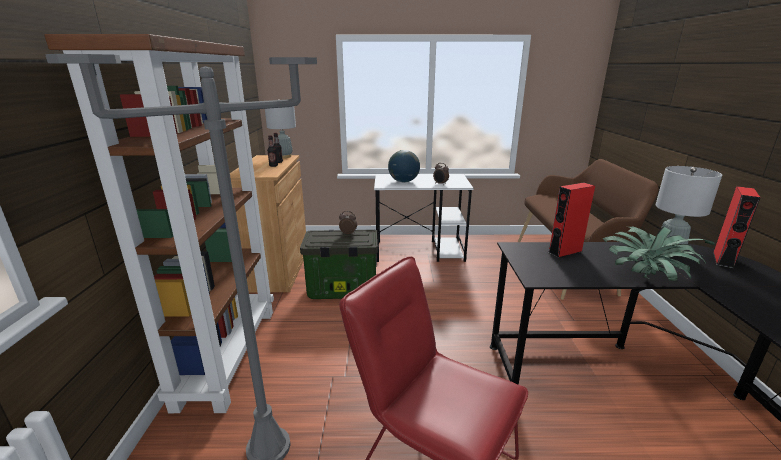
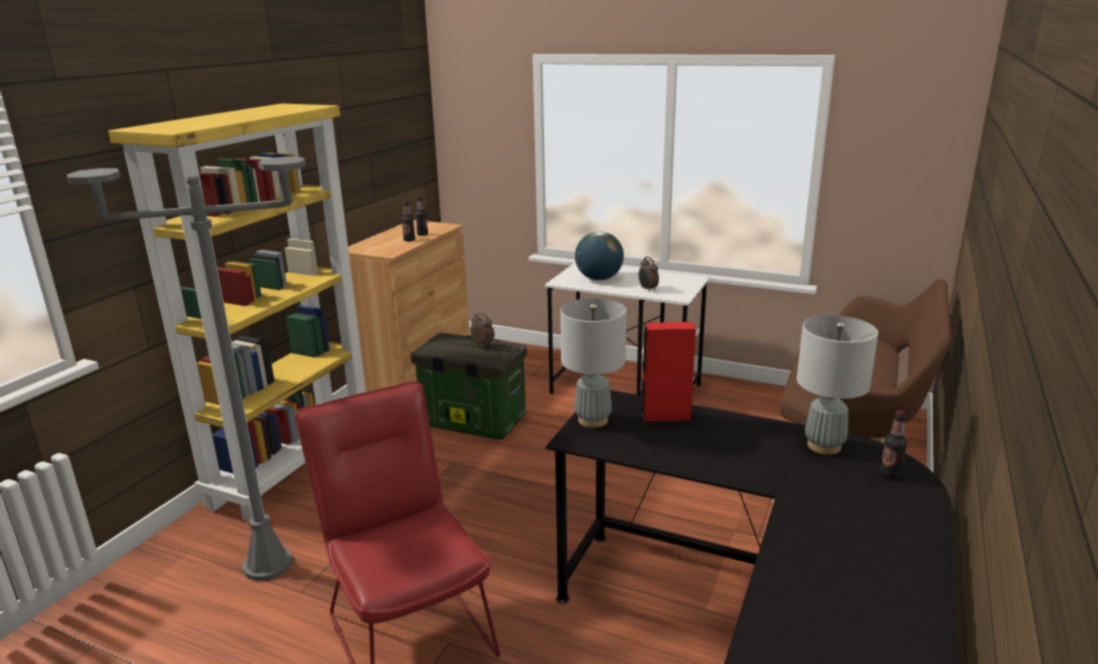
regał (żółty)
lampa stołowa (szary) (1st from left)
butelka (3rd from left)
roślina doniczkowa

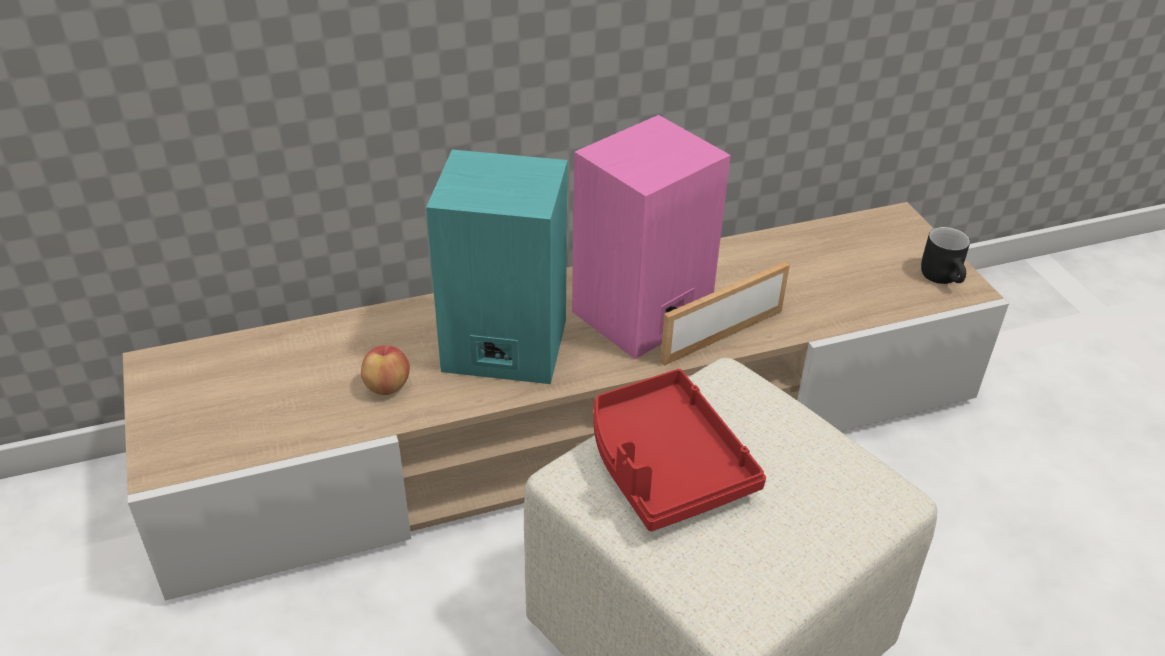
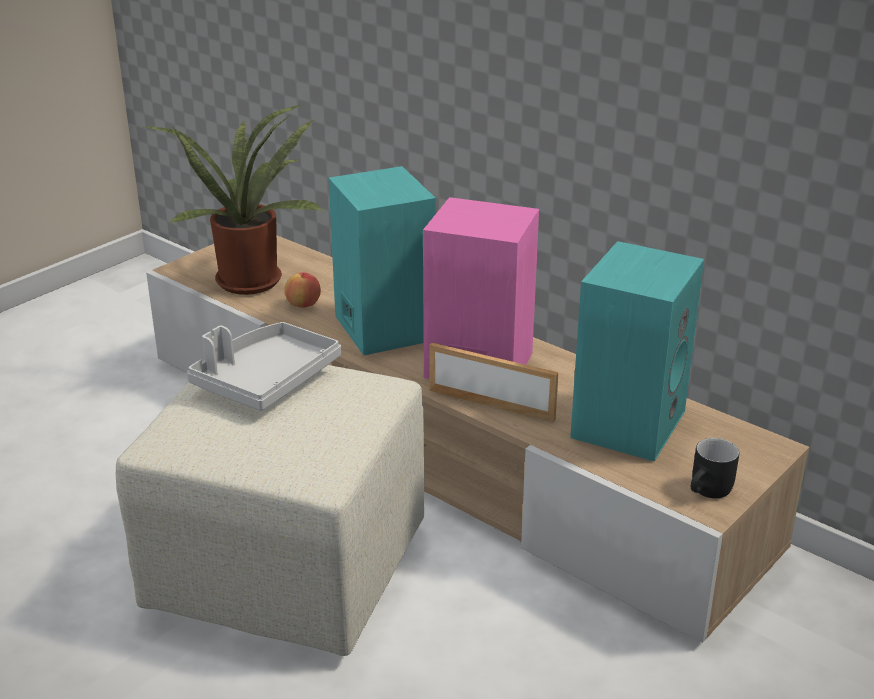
roślina doniczkowa
taca (szary)
głośnik (turkusowy) (2nd from left)

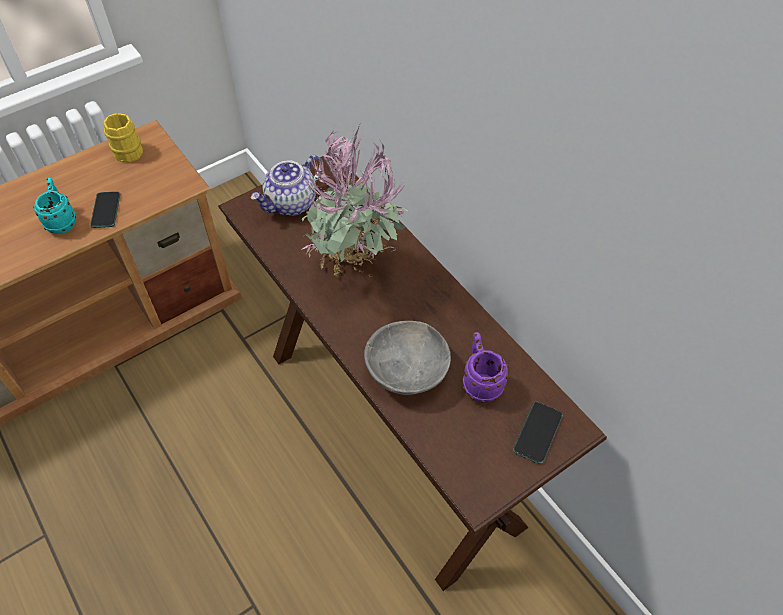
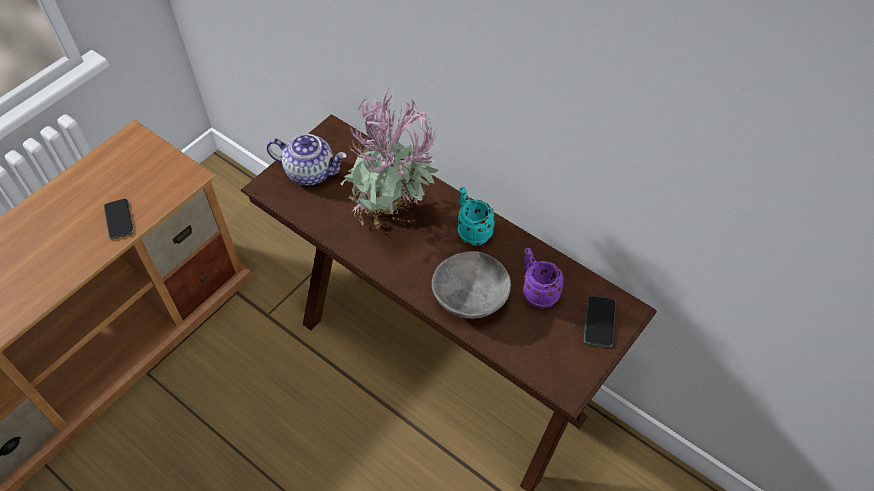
imbryk
kubek (turkusowy)
kubek (żółty)

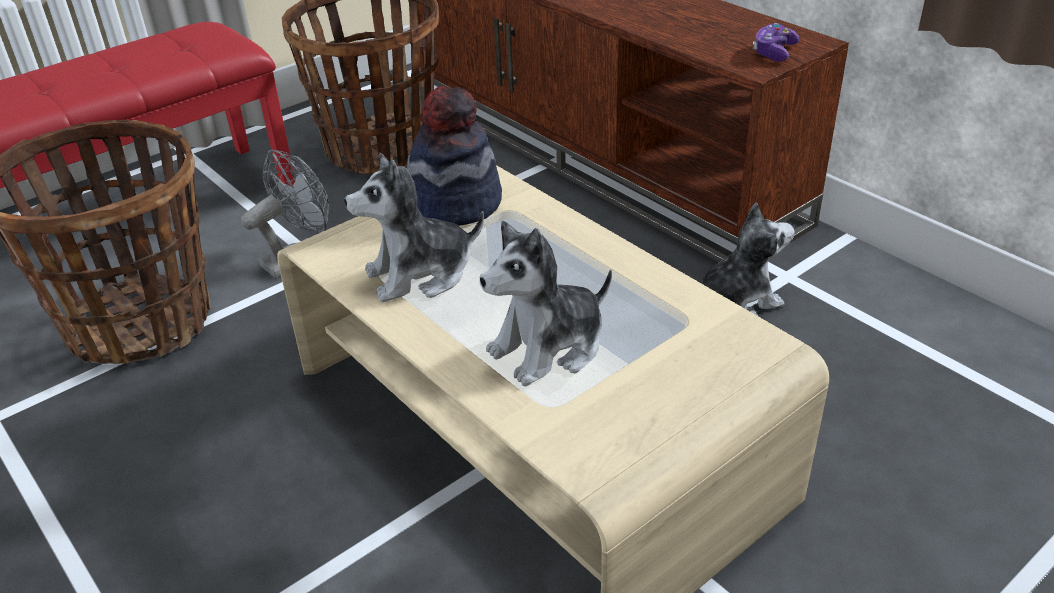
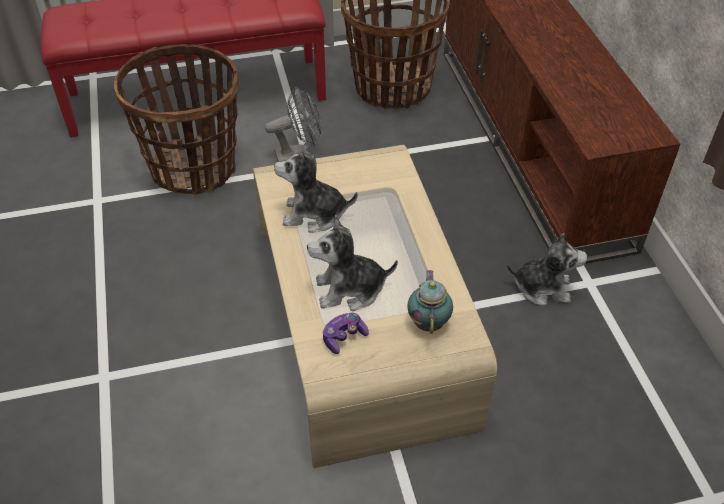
pad do gier
imbryk
kapelusz

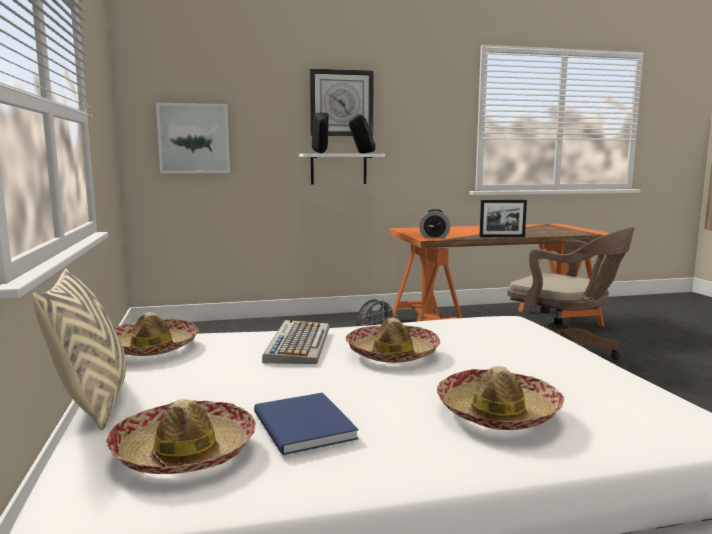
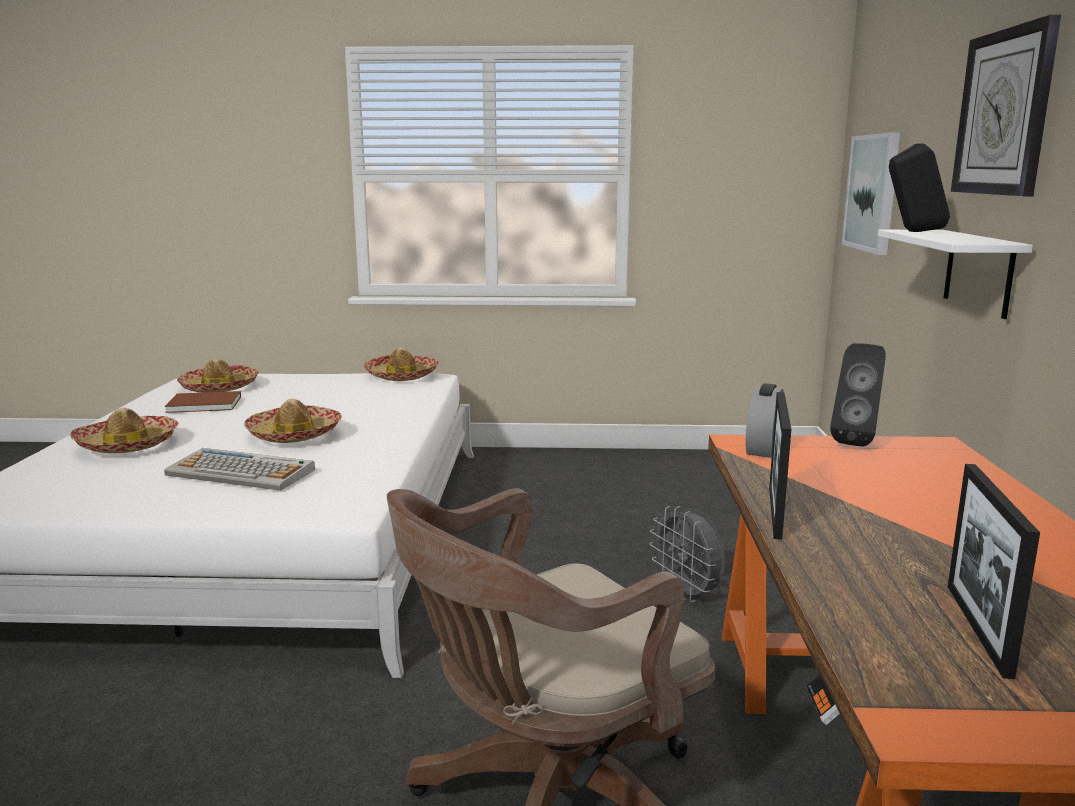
klawiatura
książka (brązowy)
głośnik (czarny) (1st from left)
ramka na zdjęcie (2nd from left)
poduszka (beżowy)

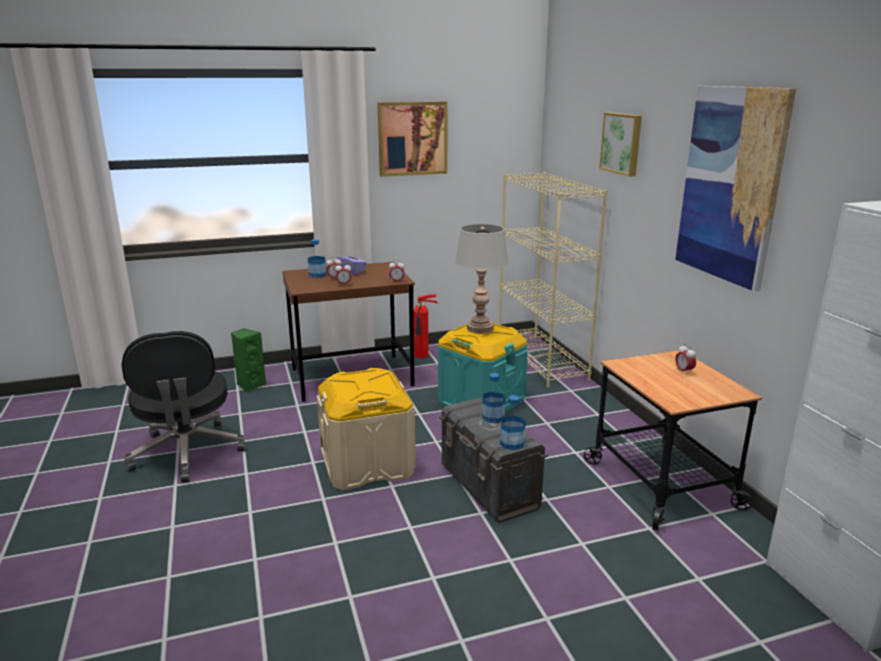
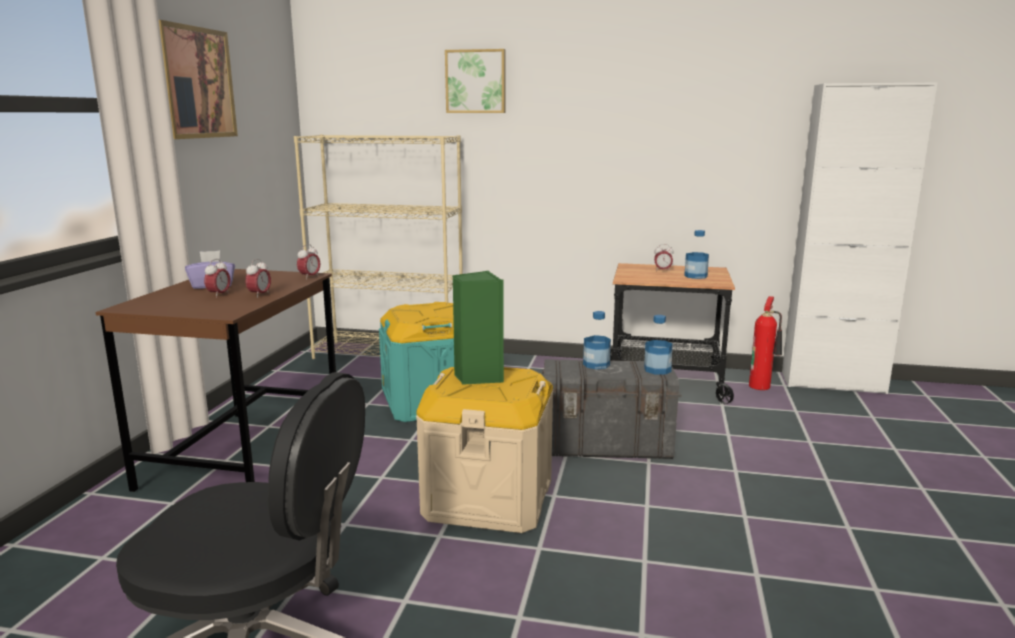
głośnik (zielony)
butelka (3rd from left)
gaśnica
lampa stołowa (szary)
obraz (3rd from left in the first image)

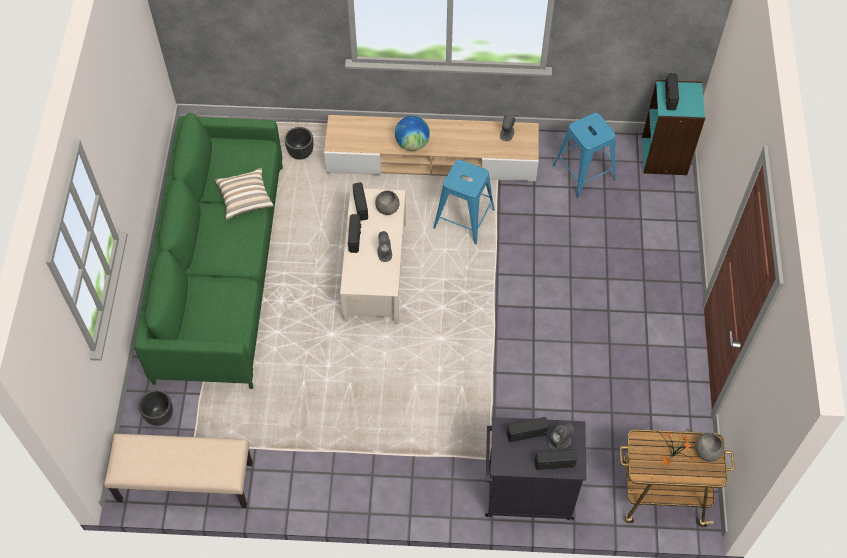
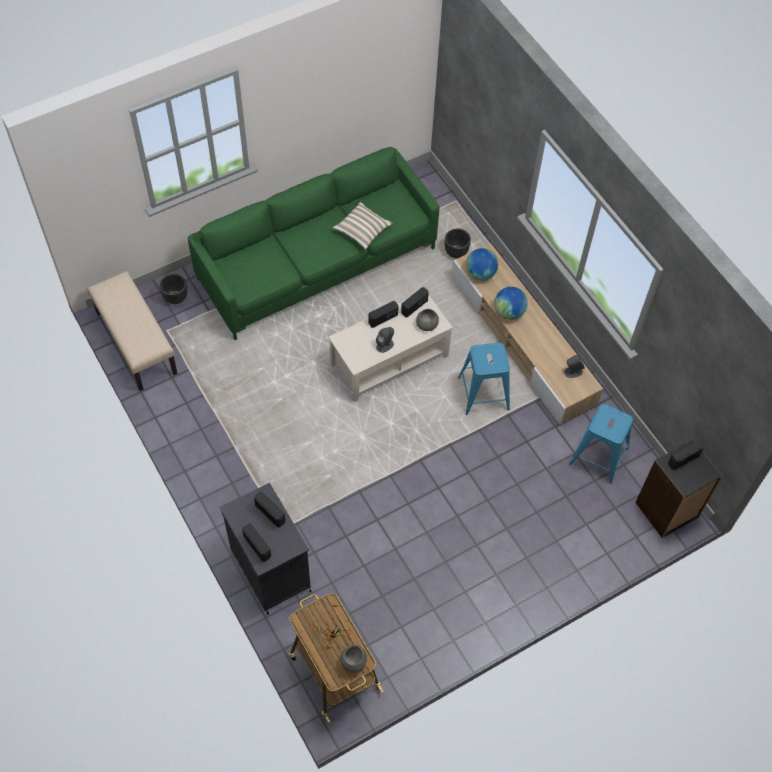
globus (1st from left)
regał (czarny)
głośnik (szary) (3rd from left in the first image)

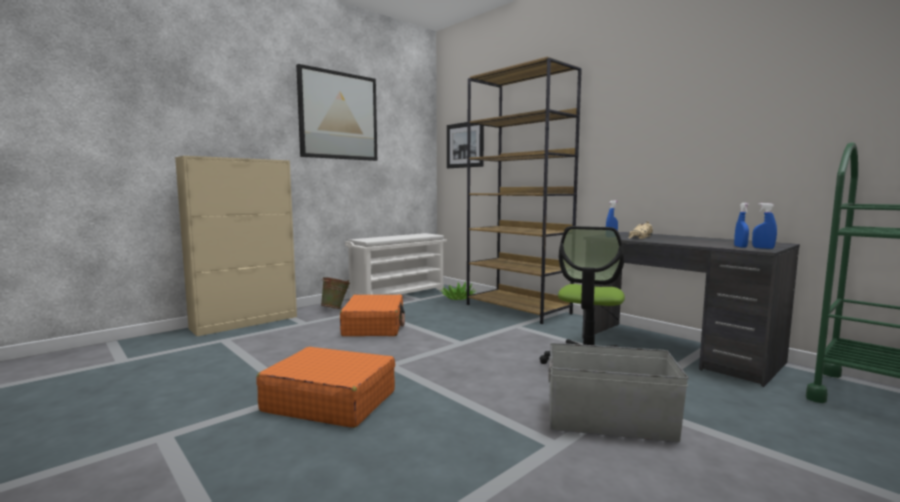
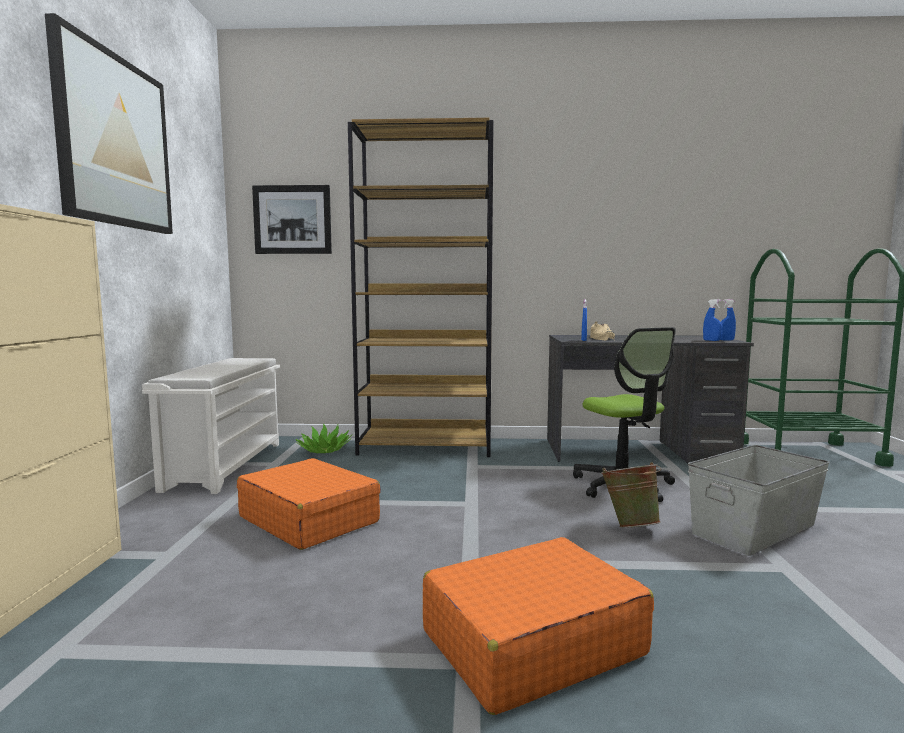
wiadro (zielony)

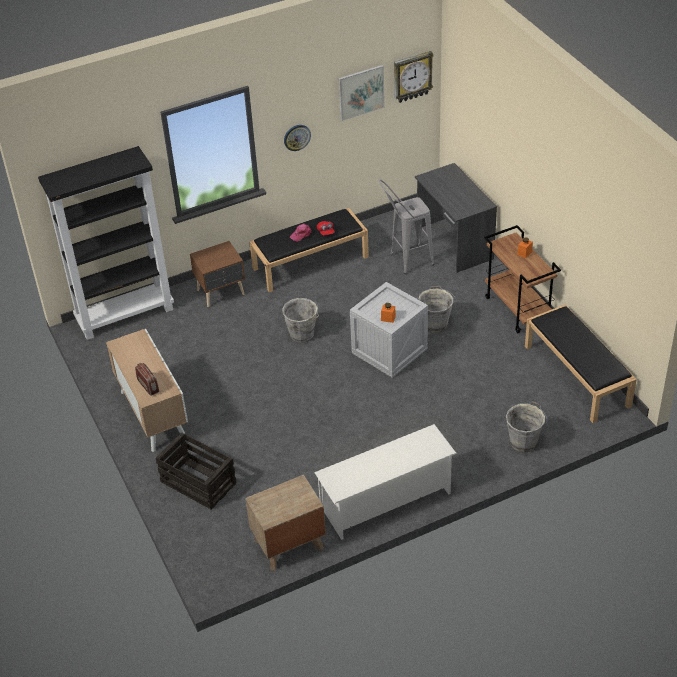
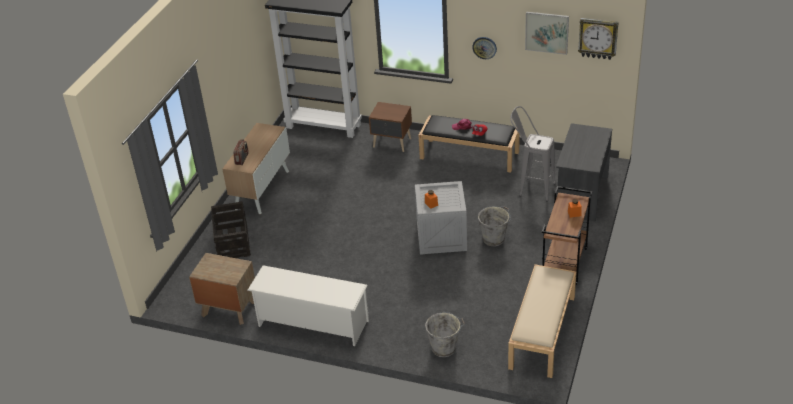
ławka (beżowy)
wiadro (szary) (1st from left in the first image)

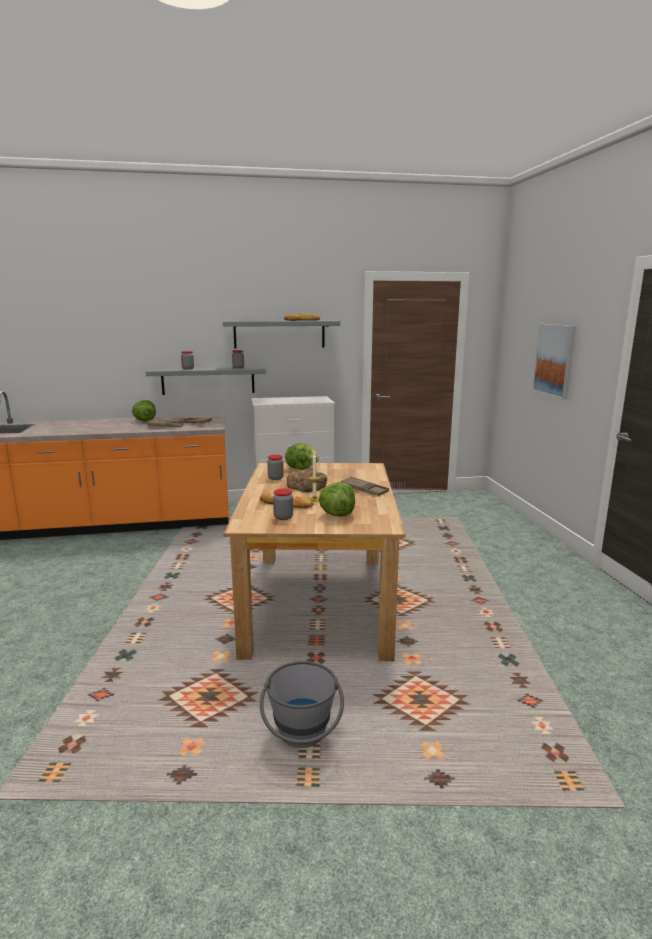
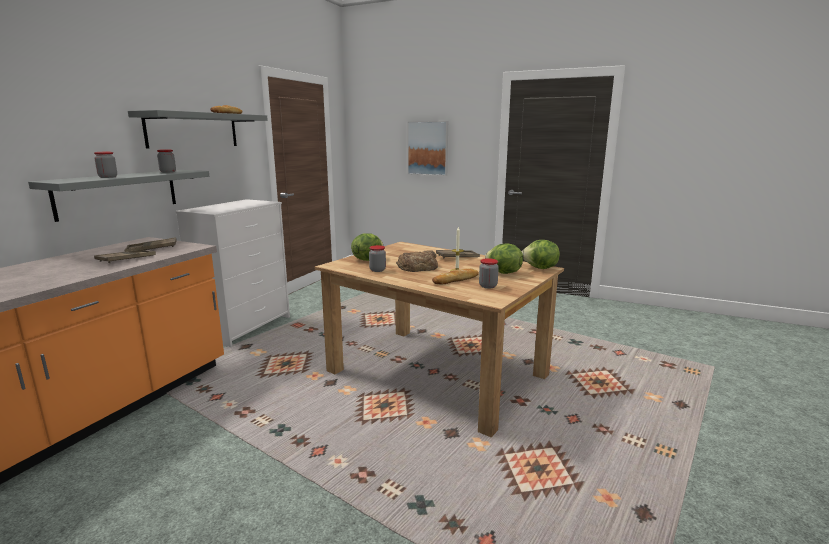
sałata (3rd from left)
wiadro (szary)

